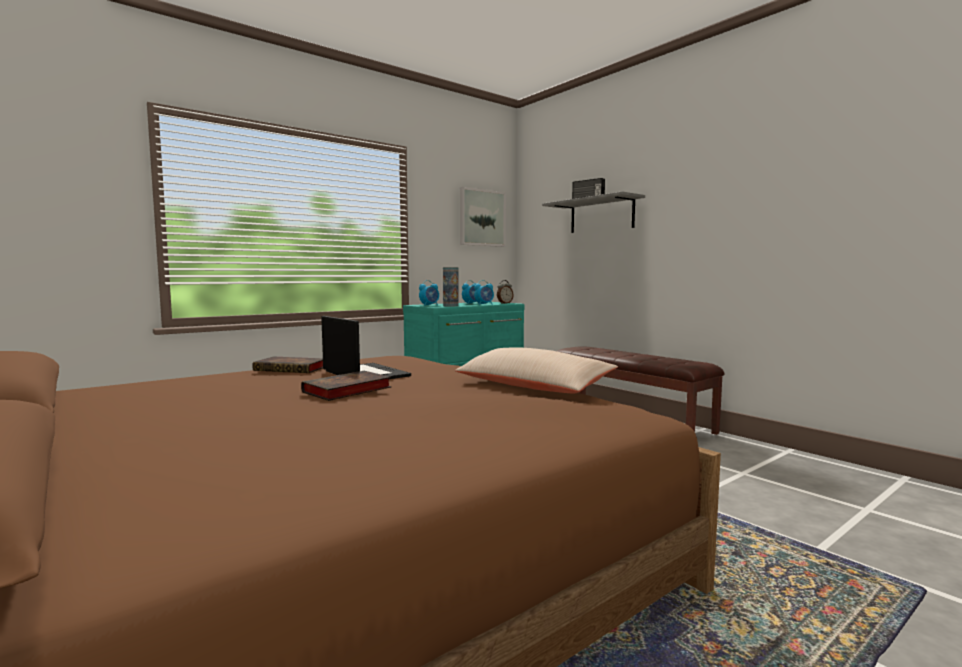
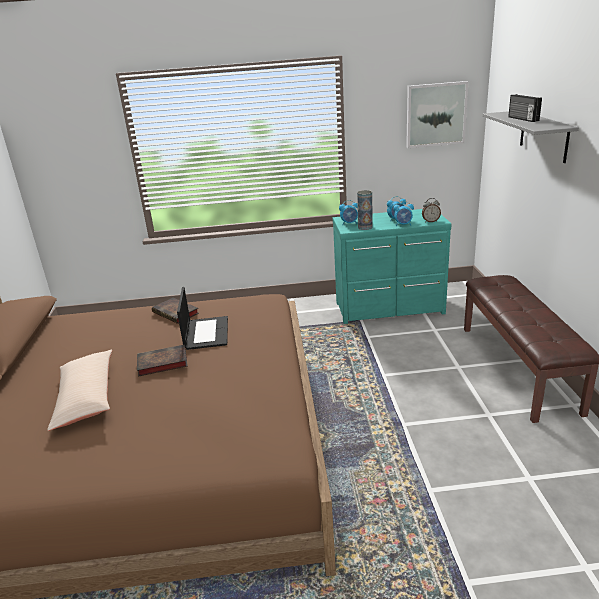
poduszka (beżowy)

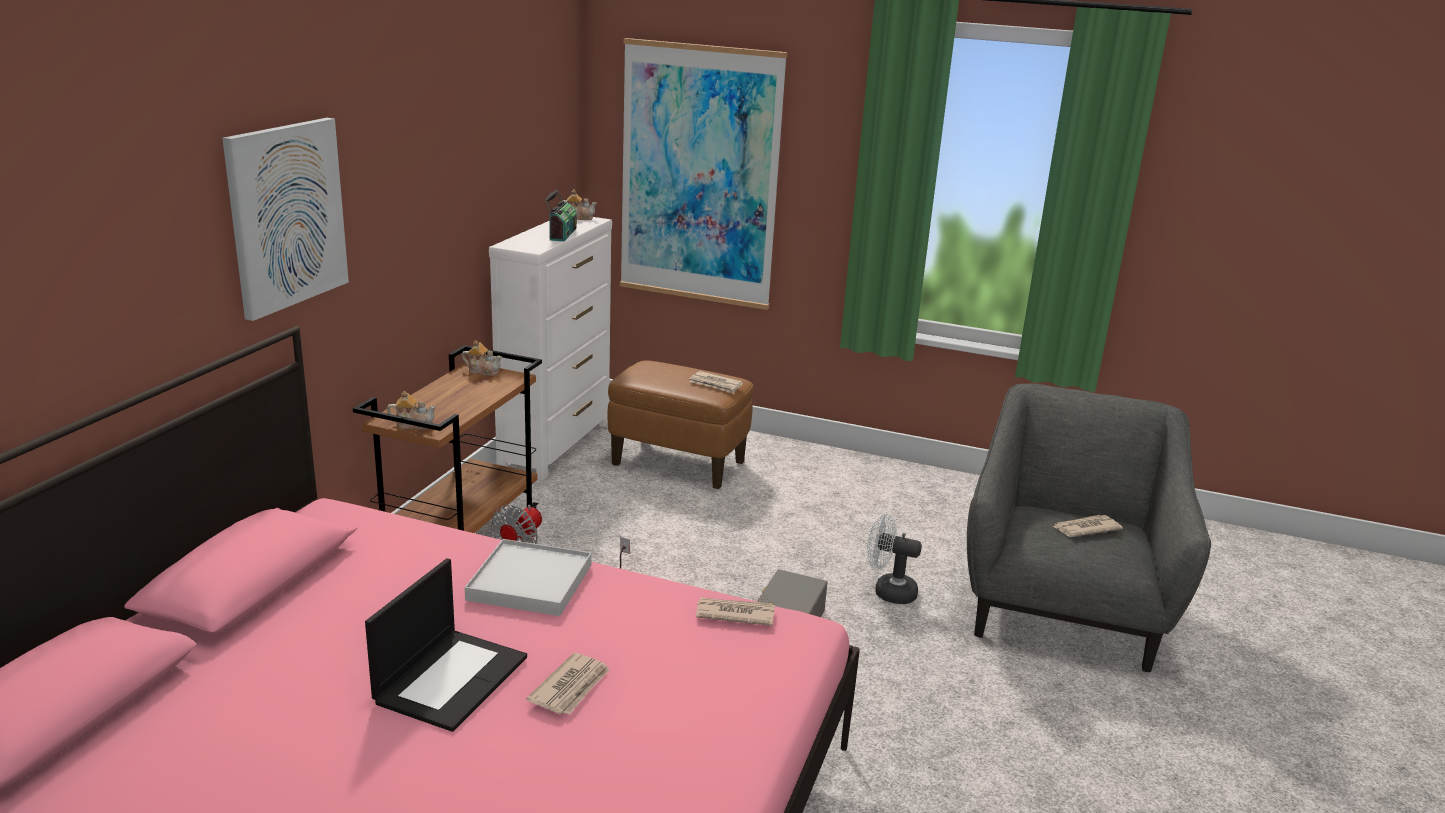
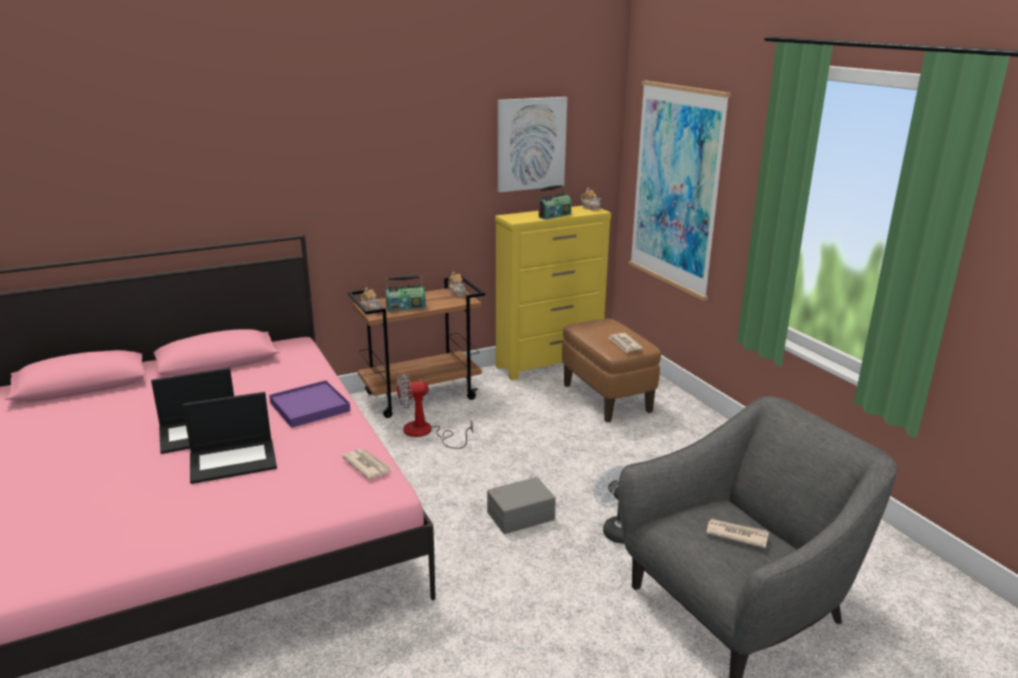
laptop (2nd from left)
taca (fioletowy)
radio (1st from left)
komoda (żółty)
obraz (1st from left)

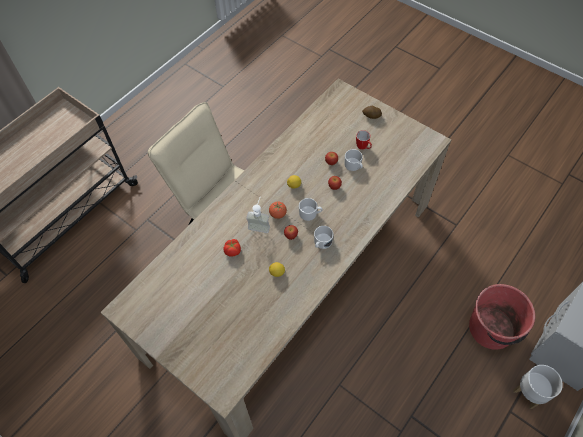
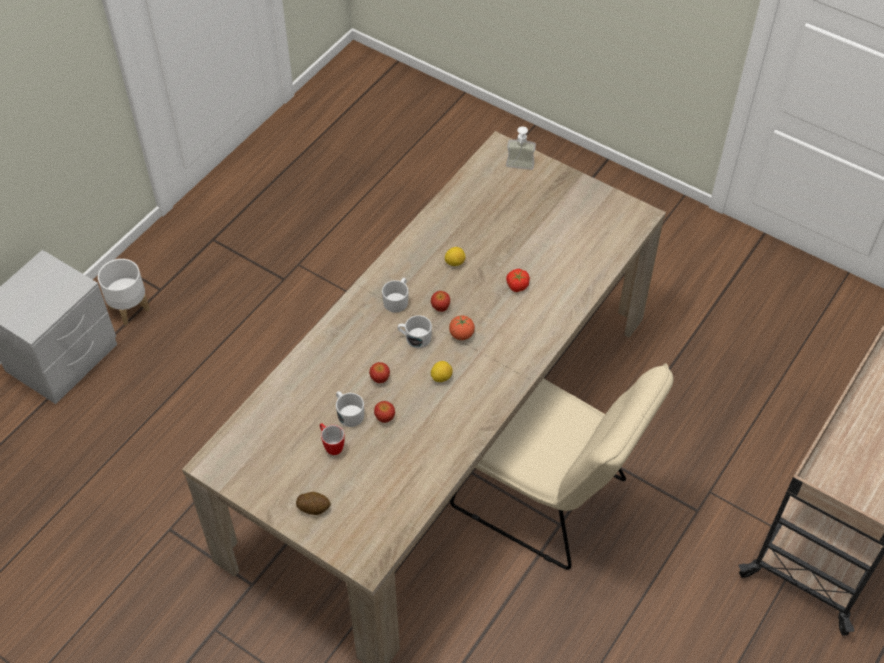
dozownik mydła
wiadro (czerwony)

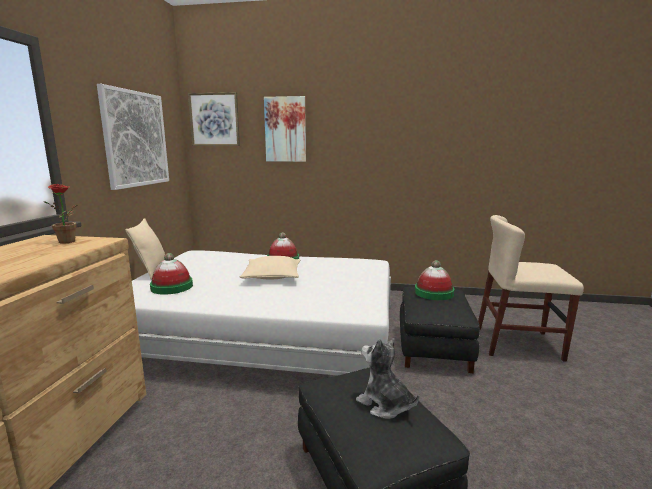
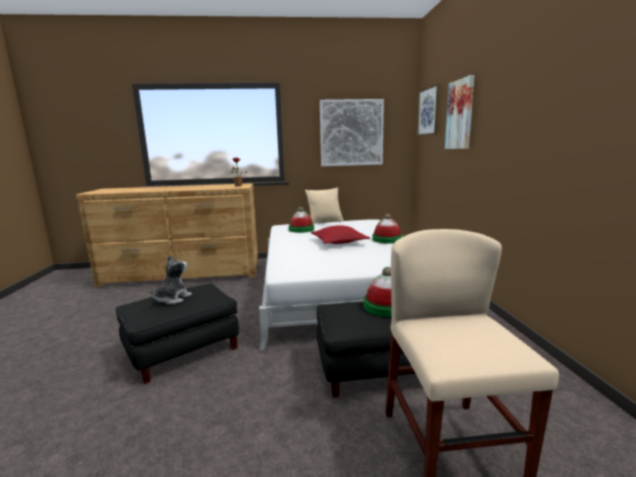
poduszka (czerwony)

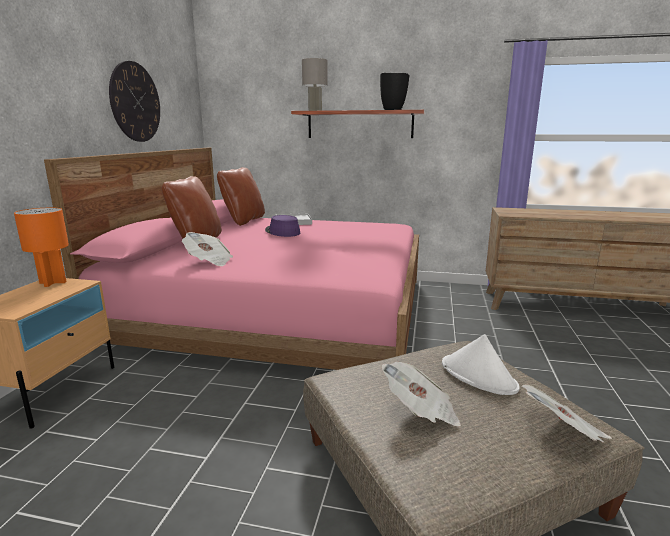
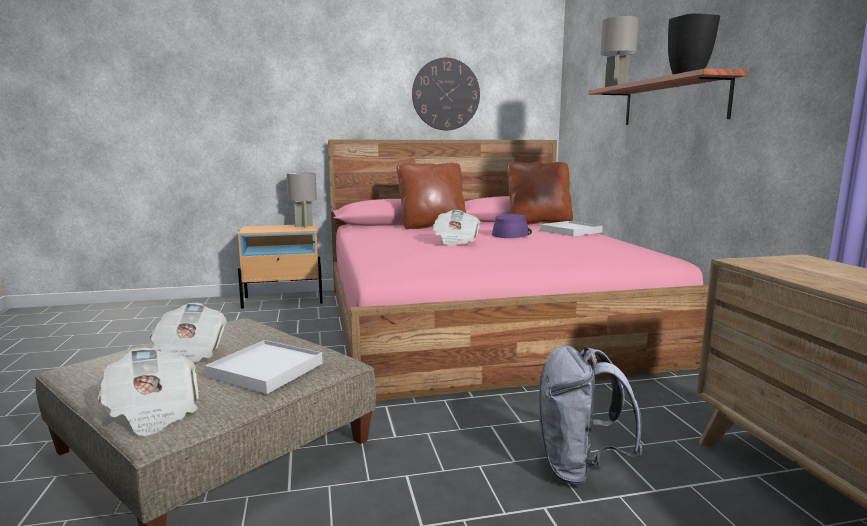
taca (biały) (1st from left)
lampa stołowa (szary) (1st from left)
gazeta (3rd from left)
plecak (szary)

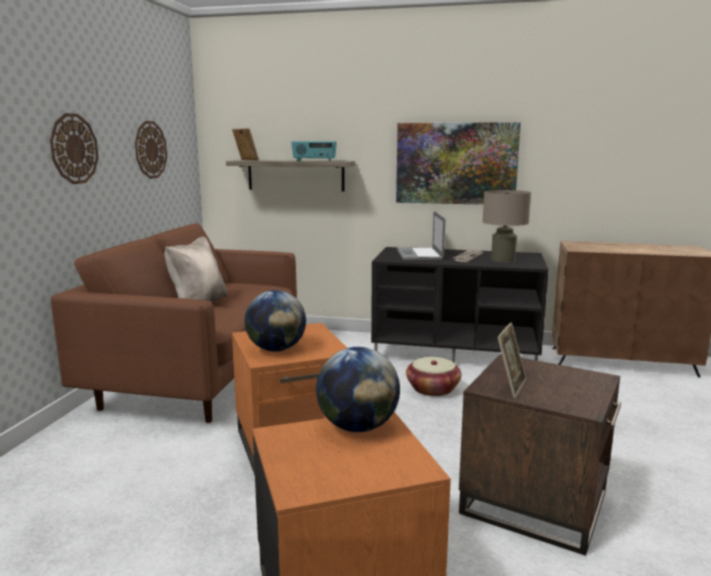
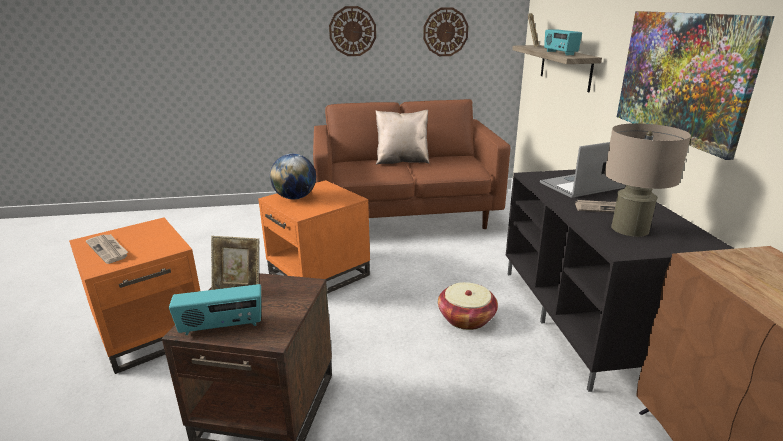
gazeta (1st from left)
radio (1st from left)
globus (2nd from left in the first image)

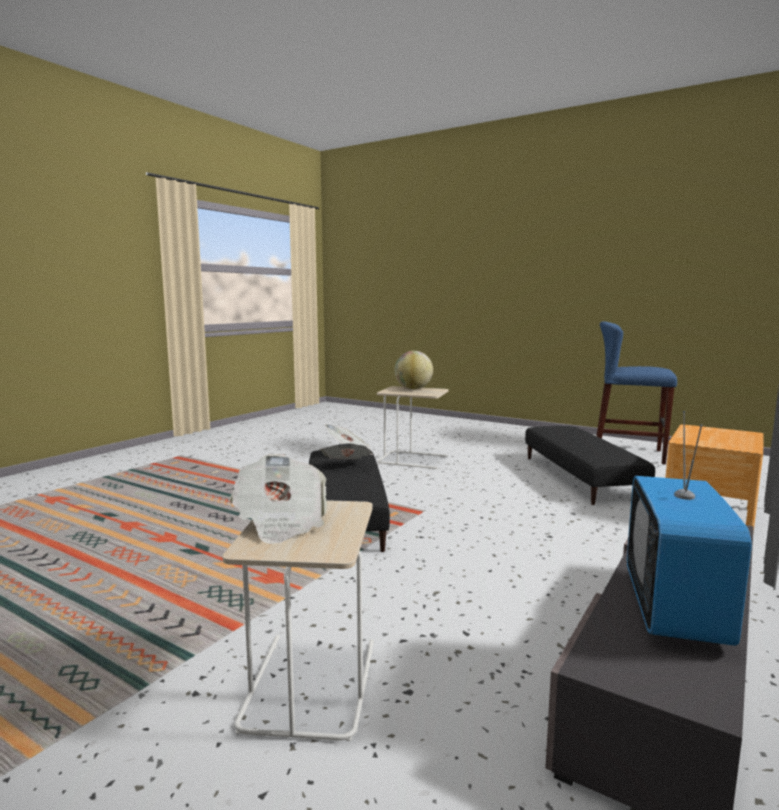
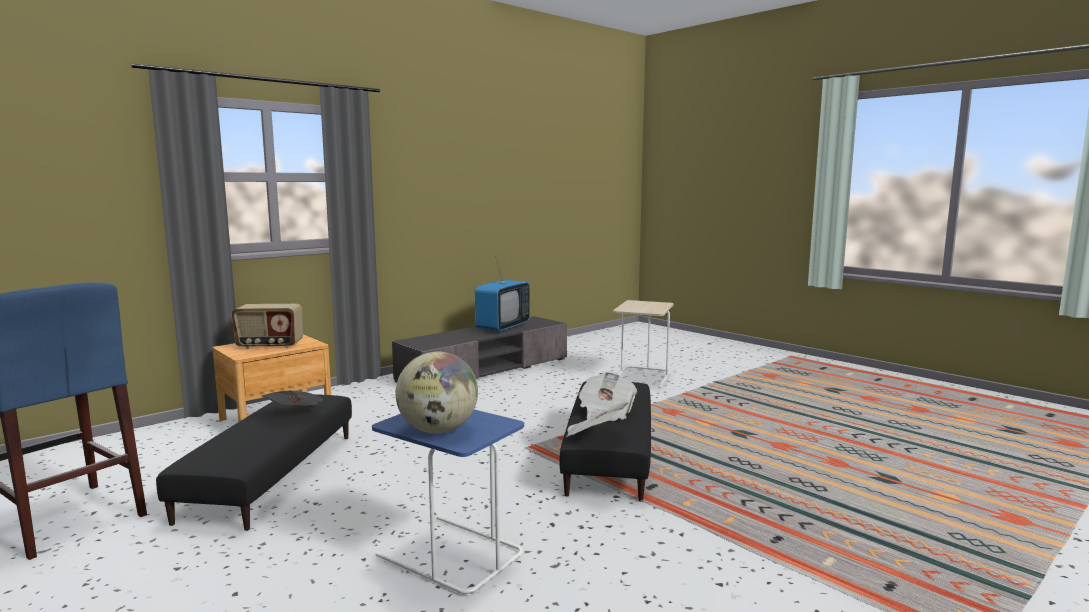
radio
gazeta (1st from left)
stolik (niebieski)

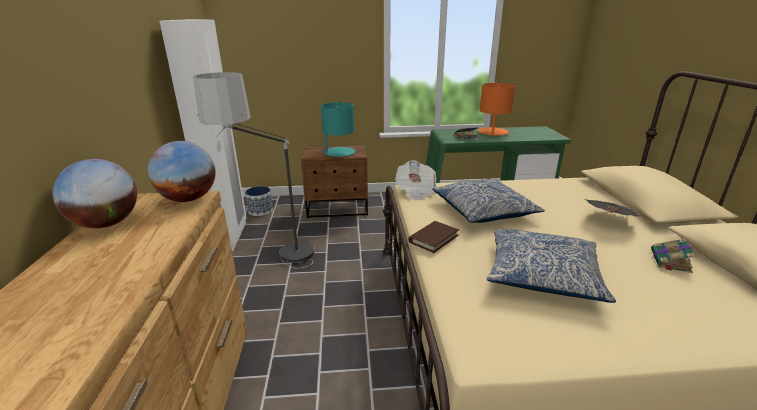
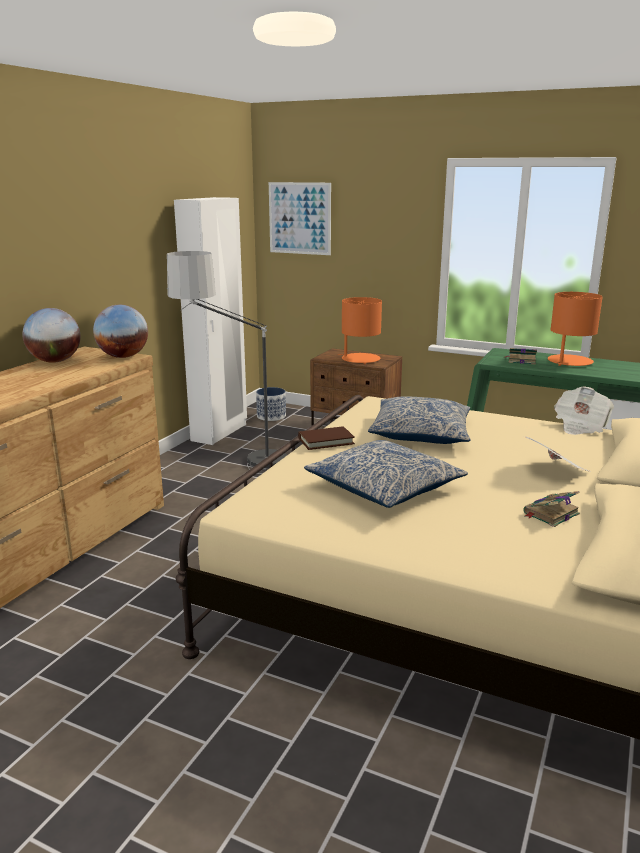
obraz
lampa stołowa (pomarańczowy) (1st from left)
gazeta (2nd from left)

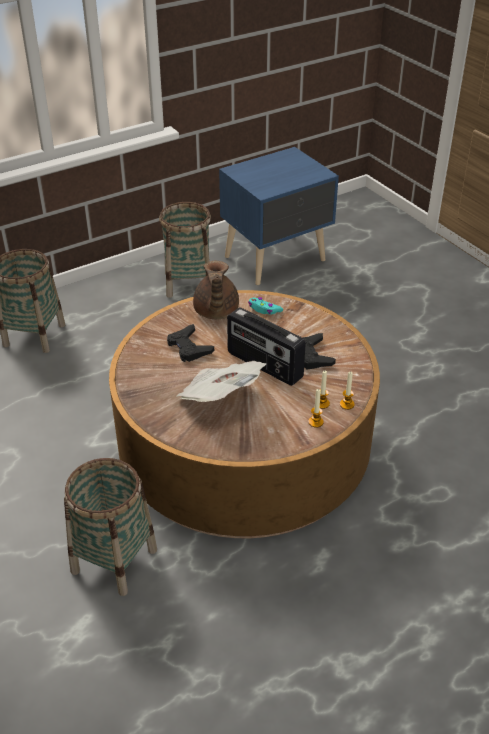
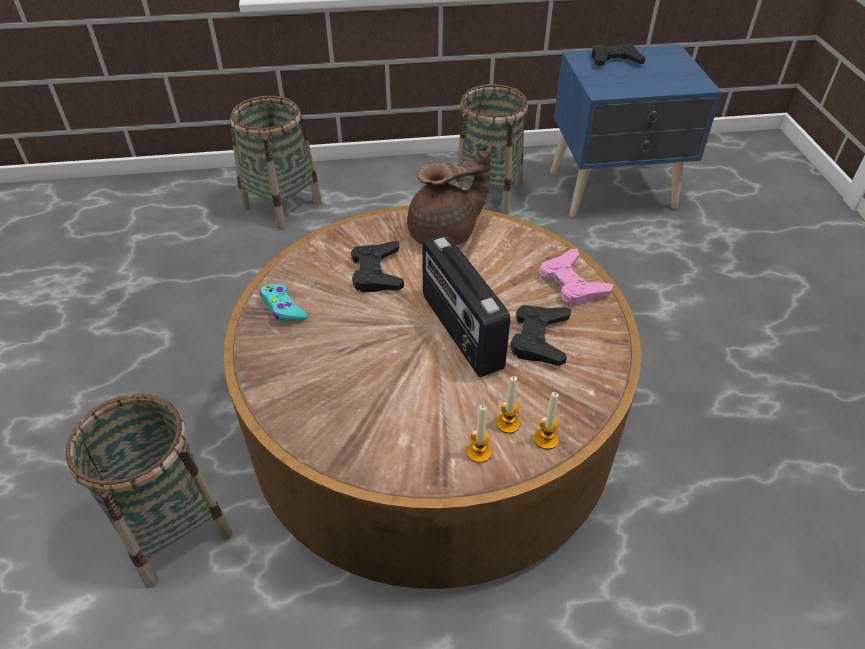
pad do gier (turkusowy)
imbryk (brązowy)
pad do gier (różowy)
pad do gier (czarny) (3rd from left)
gazeta

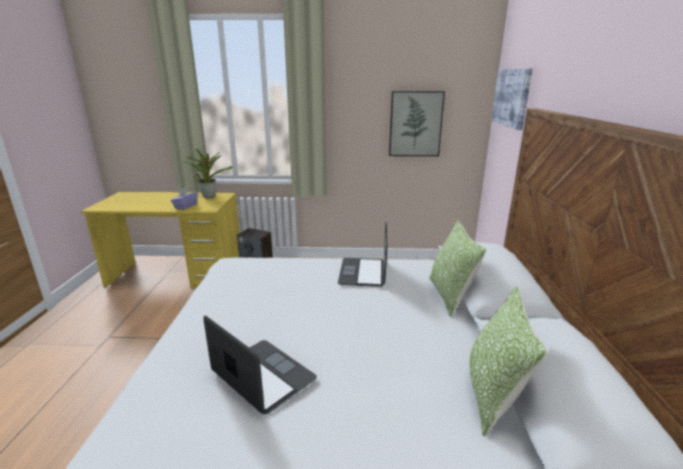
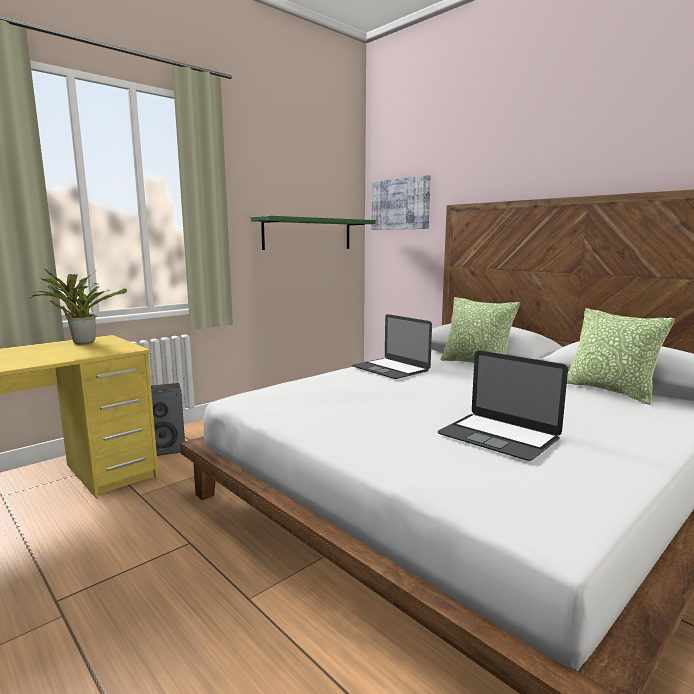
półka (zielony)
laptop (2nd from left)
pudełko chusteczek (fioletowy)

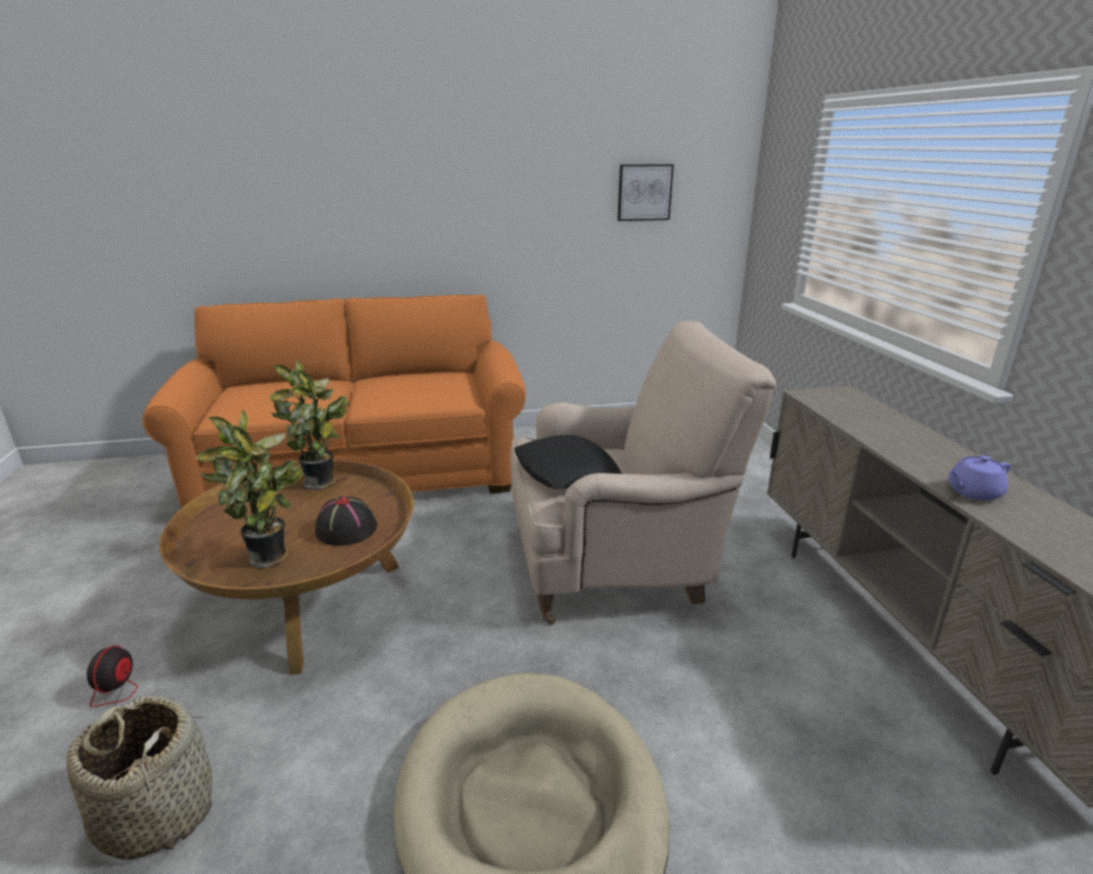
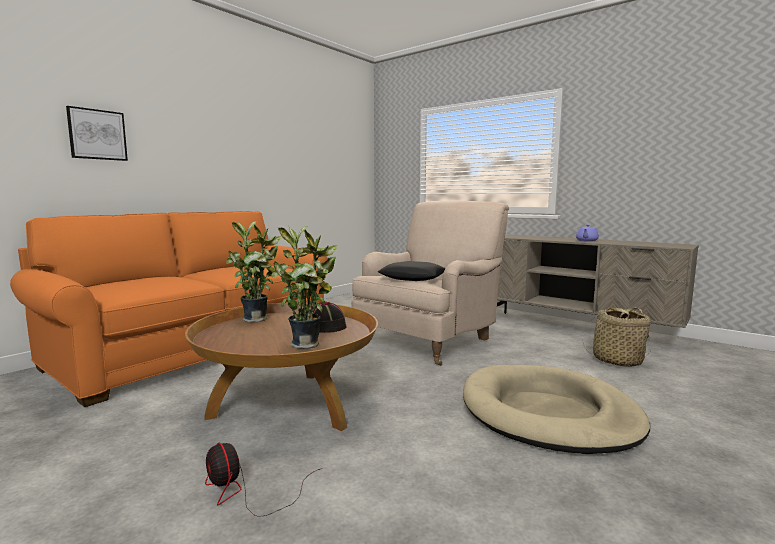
obraz
koszyk

